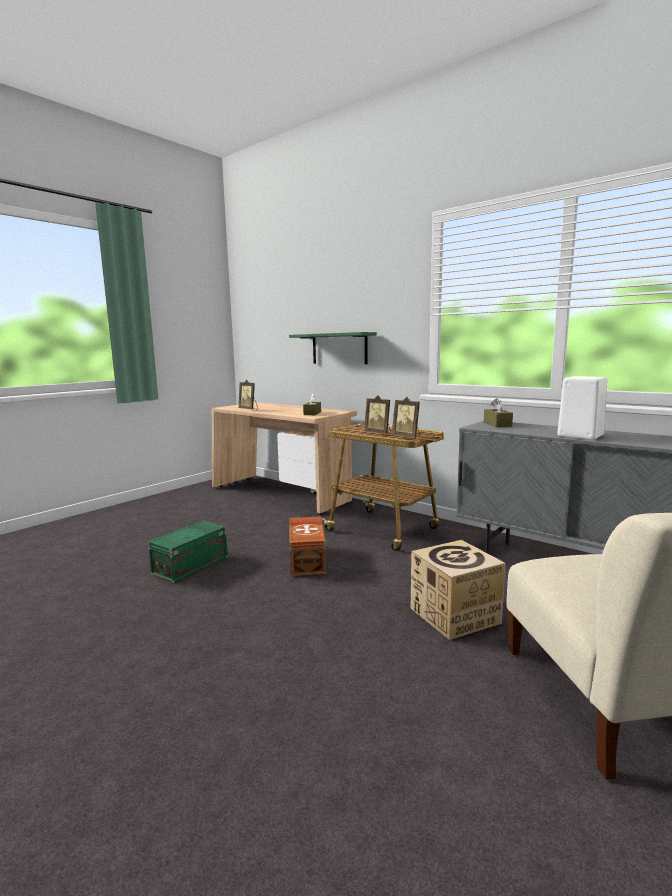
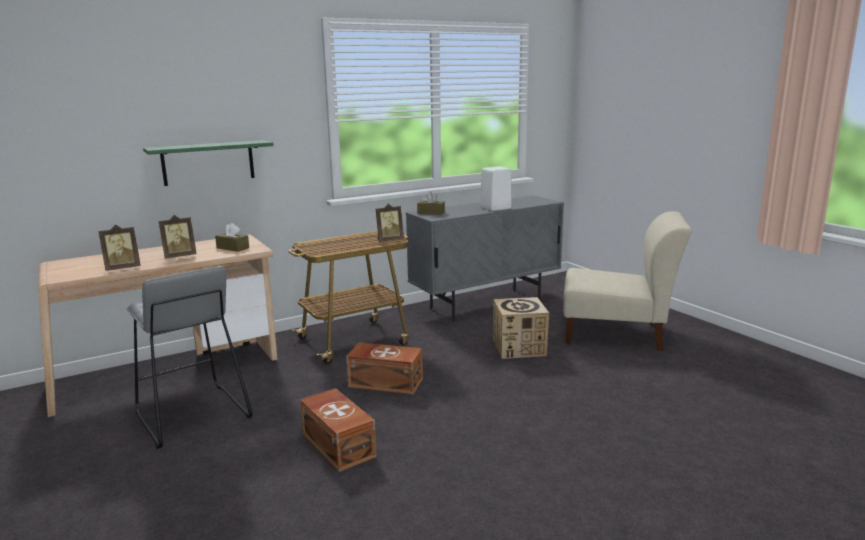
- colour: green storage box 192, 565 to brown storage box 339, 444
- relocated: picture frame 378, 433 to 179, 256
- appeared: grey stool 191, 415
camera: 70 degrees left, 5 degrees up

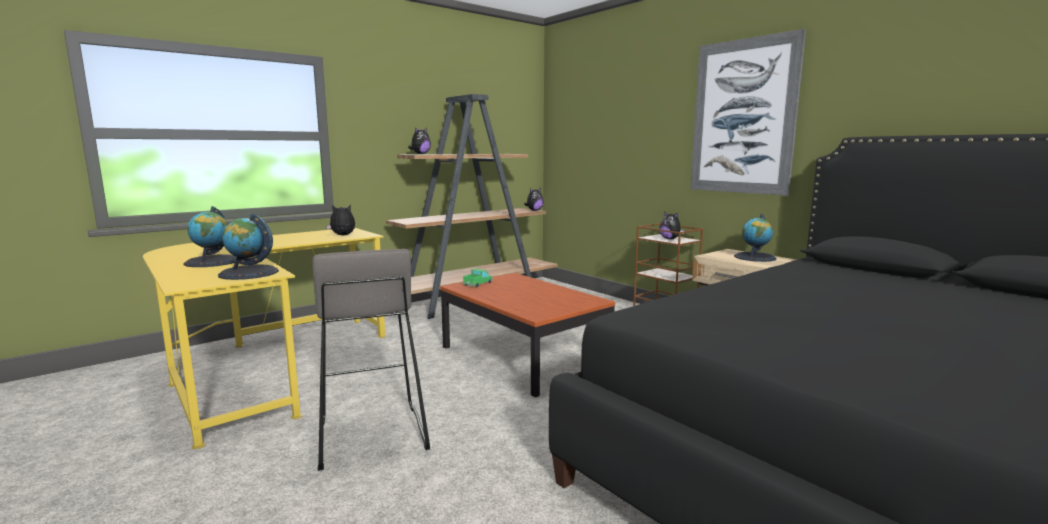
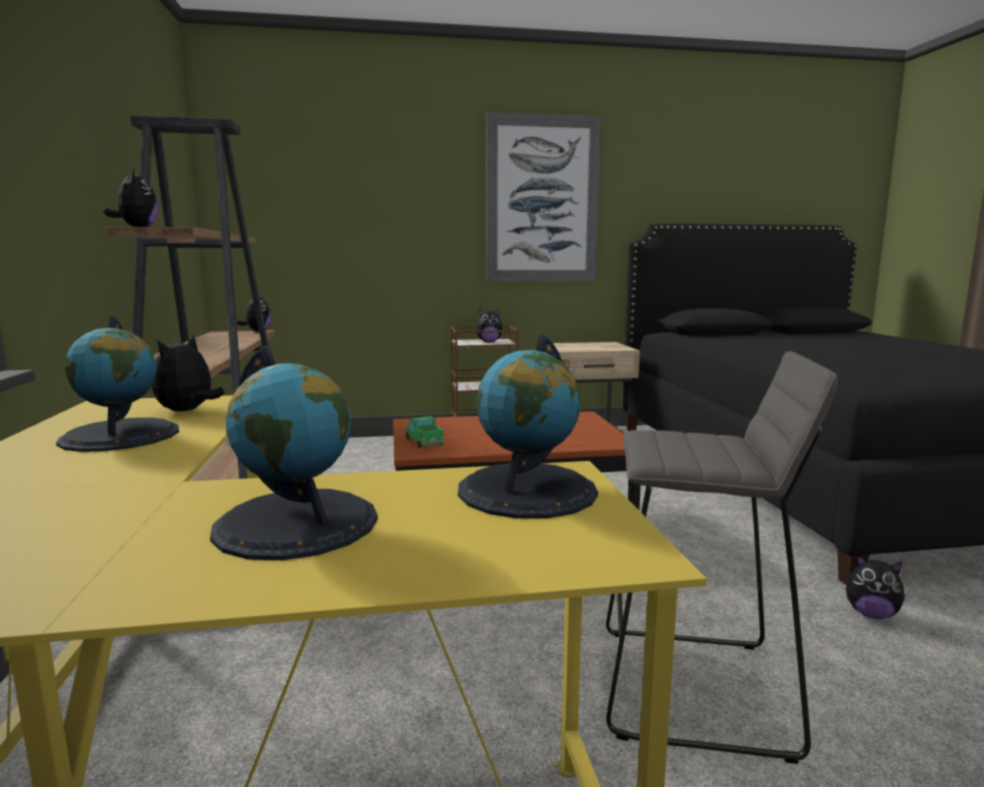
- relocated: globe 755, 257 to 121, 435
- appeared: plush toy 871, 614
camera: 60 degrees left, 0 degrees up

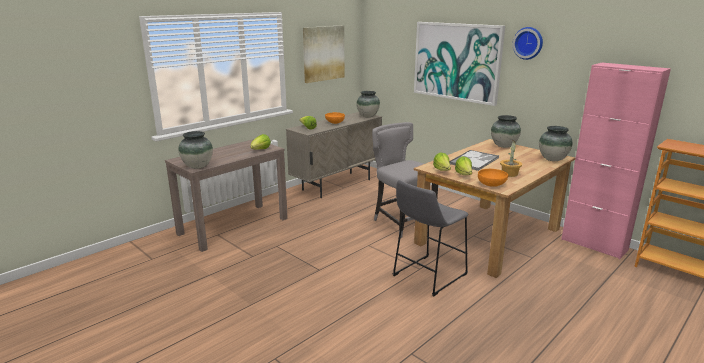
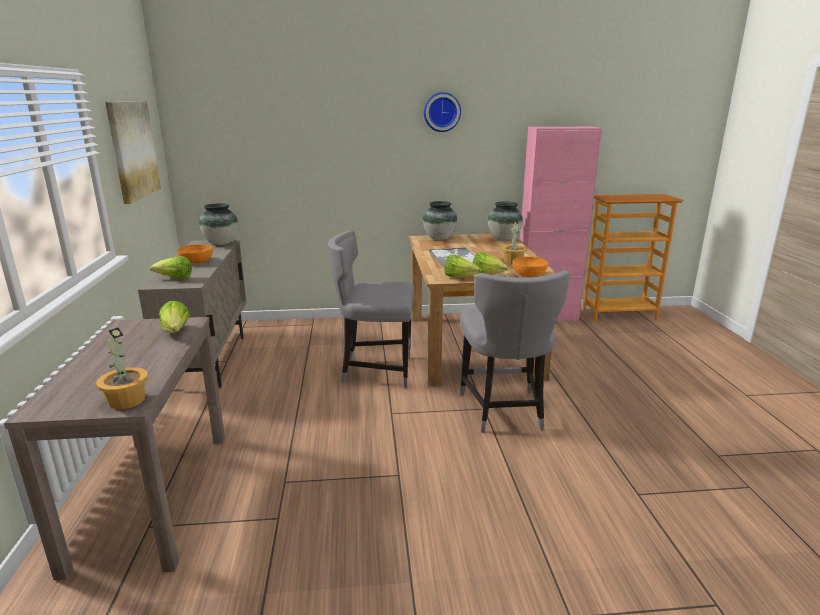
- exchanged: vase 198, 166 to potted plant 126, 400
- exchanged: grey stool 427, 276 to grey chair 503, 412
- missing: picture 456, 61
camera: 50 degrees left, 0 degrees up

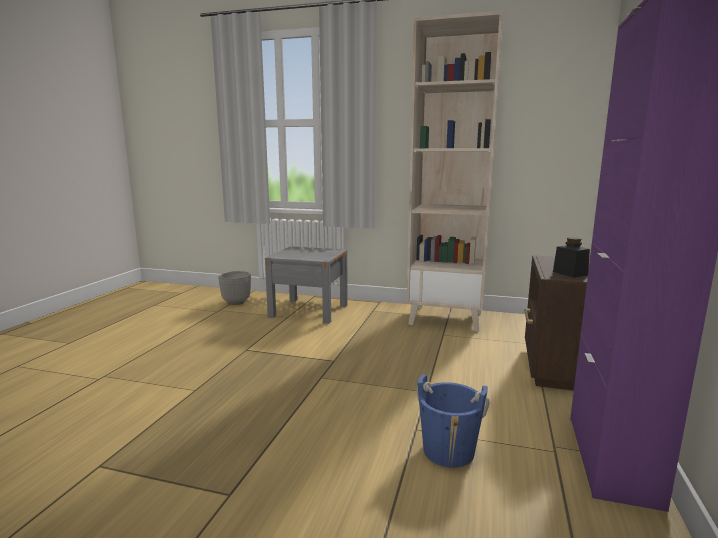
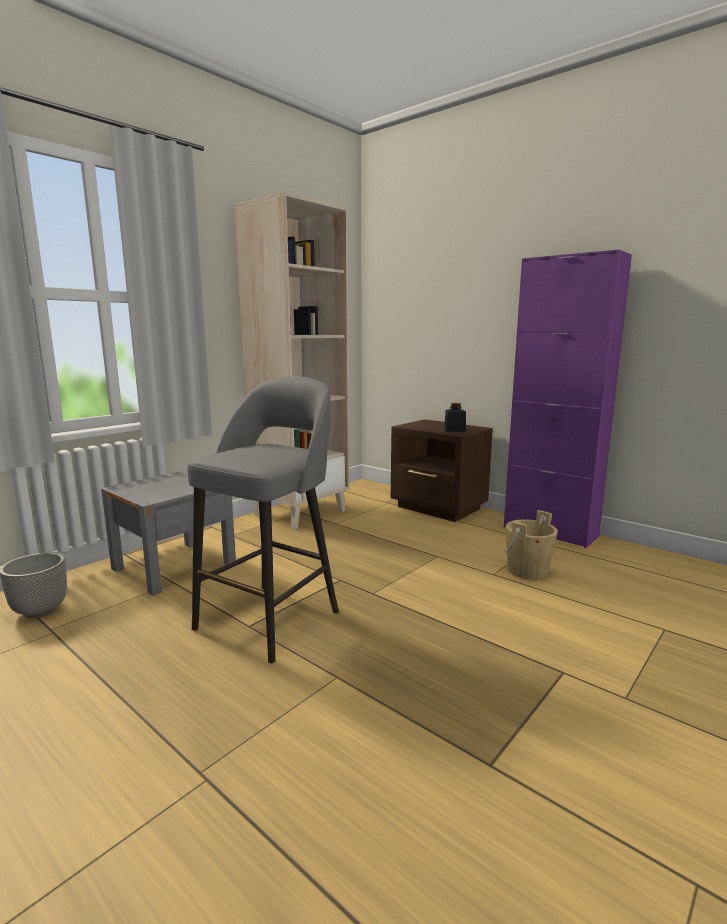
- colour: blue bucket 448, 451 to beige bucket 527, 571
- appeared: grey stool 271, 618
camera: 65 degrees left, 0 degrees up

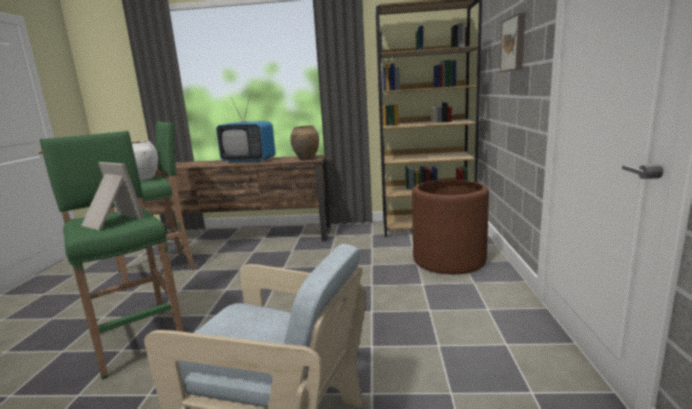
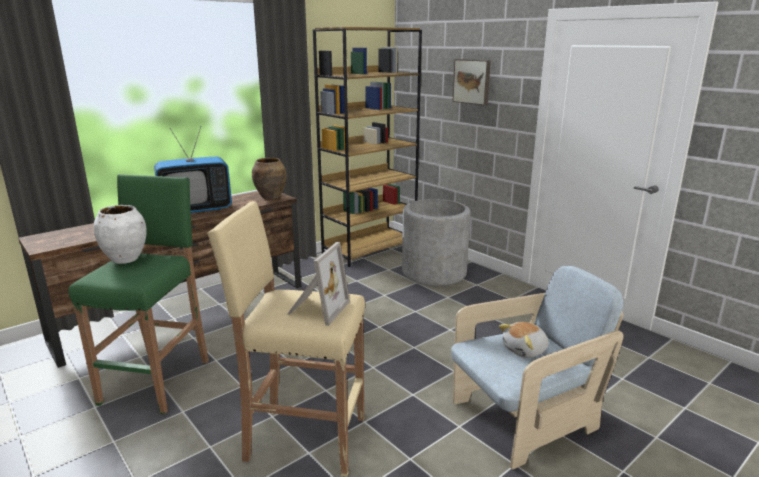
- colour: green stool 137, 339 to beige stool 303, 438
- spun: picture frame 110, 221 = 316, 309 120 degrees clockwise
- colour: brown planter 449, 260 to grey planter 434, 272
- appeared: plush toy 525, 350
camera: 45 degrees left, 5 degrees up

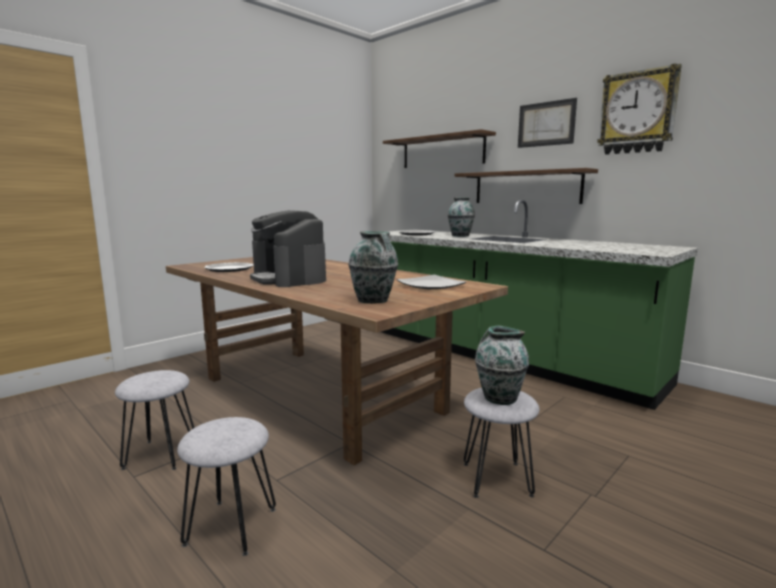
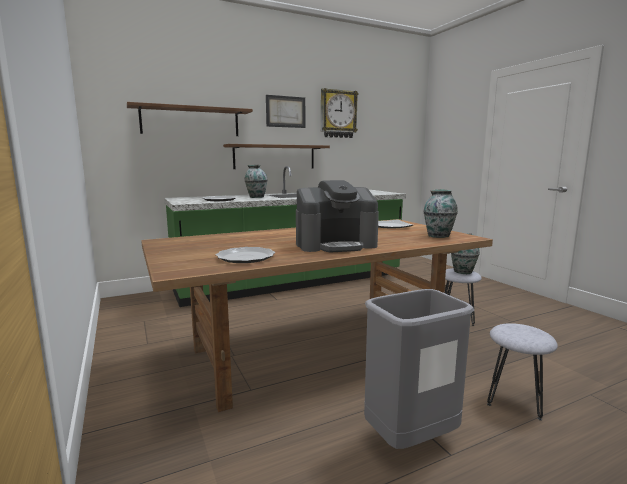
- exchanged: grey stool 160, 454 to grey trash can 410, 440
camera: 70 degrees left, 0 degrees up

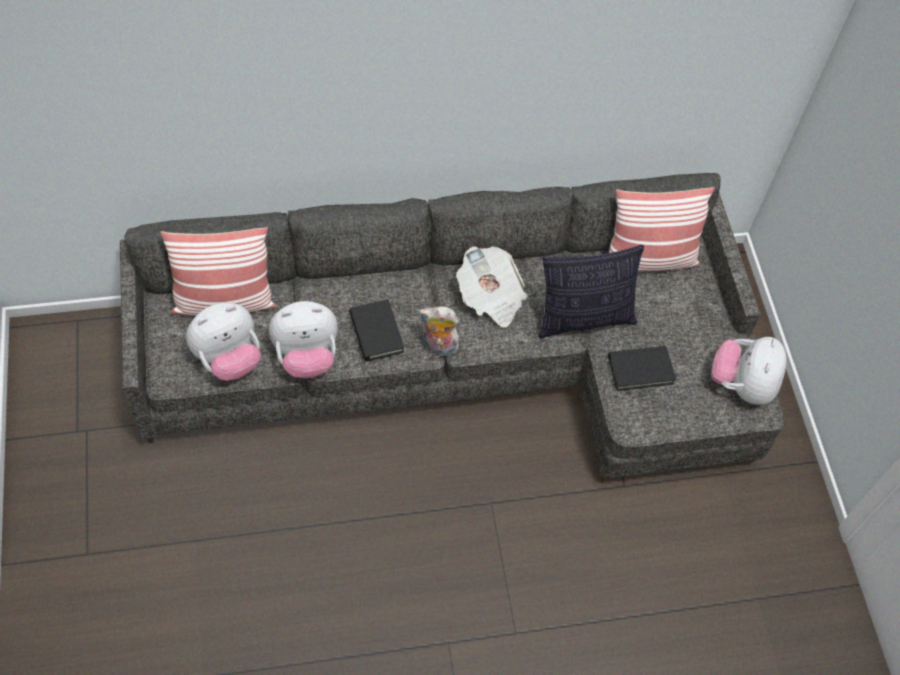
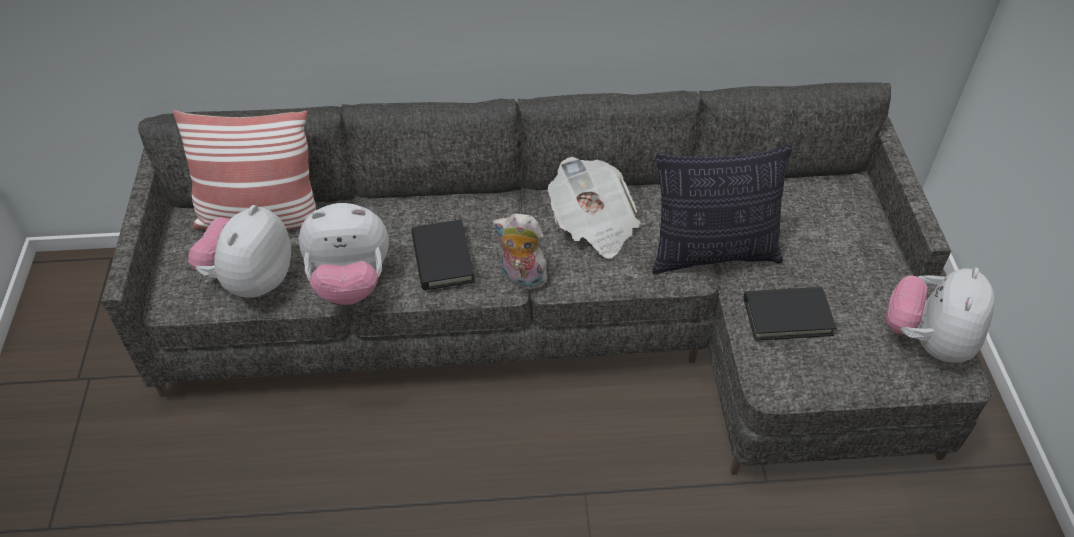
- spun: plush toy 228, 358 = 251, 280 135 degrees clockwise
- missing: pillow 649, 259
camera: 10 degrees right, 10 degrees down

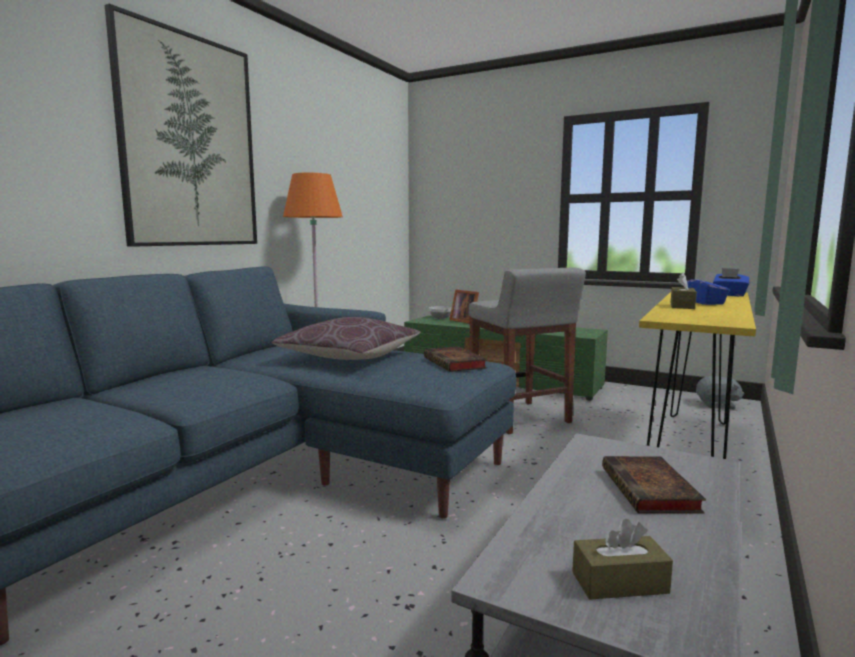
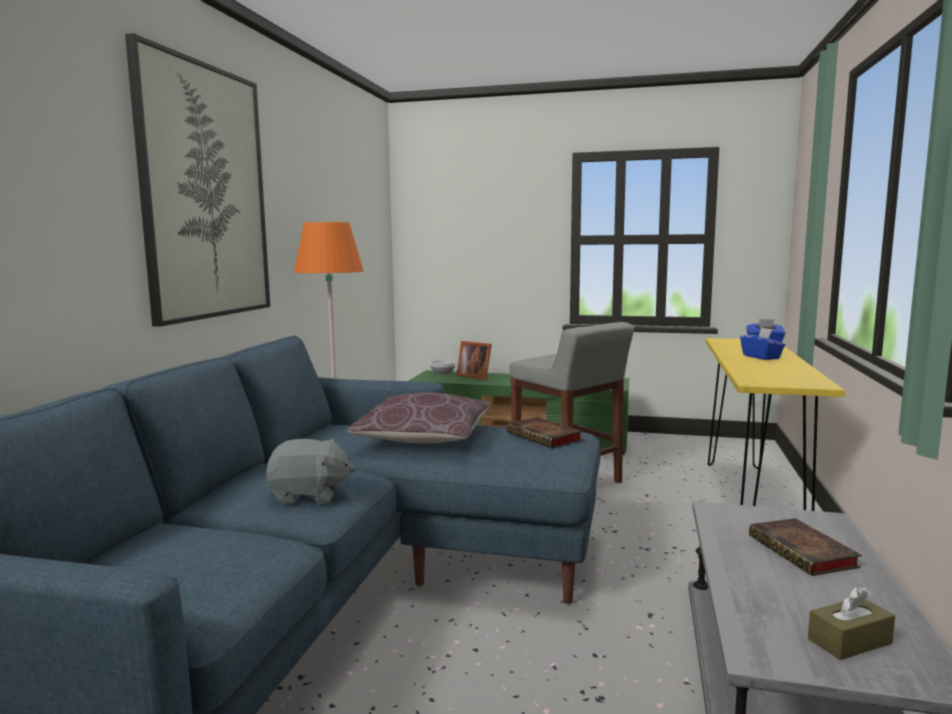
- missing: brown tissue box 682, 306
- relocated: grey plush toy 717, 405 to 309, 495
camera: 15 degrees left, 0 degrees up

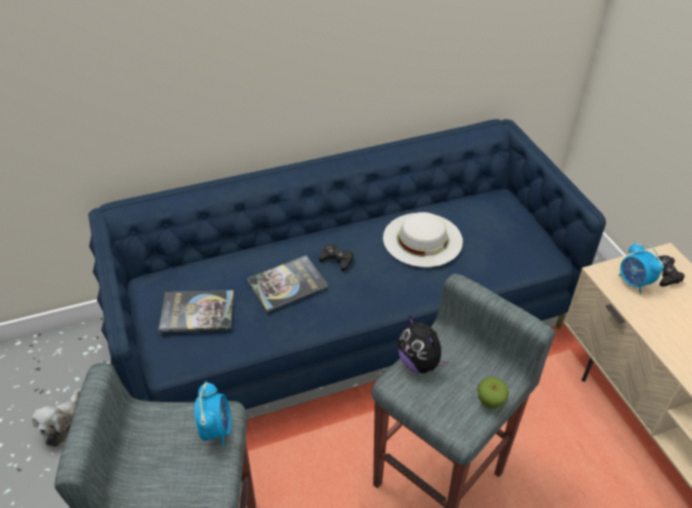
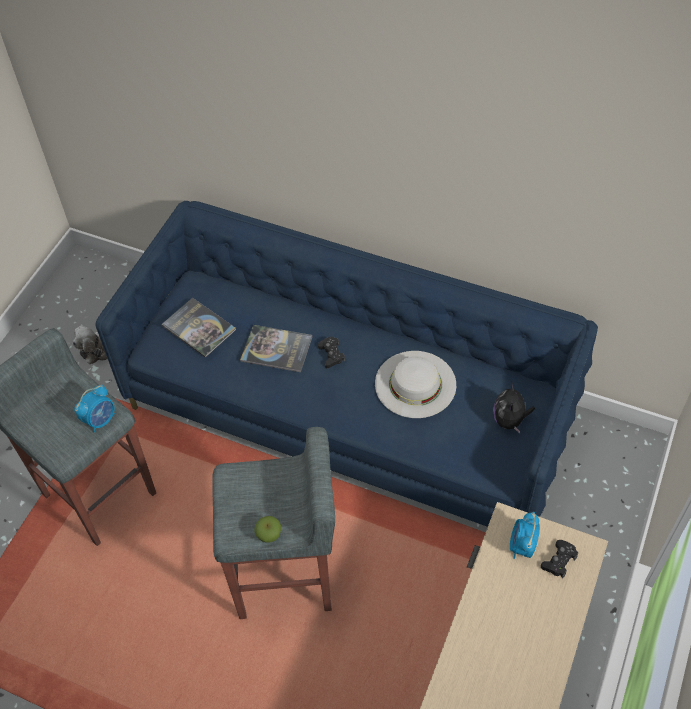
- relocated: plush toy 420, 363 to 509, 420
camera: 45 degrees right, 10 degrees up

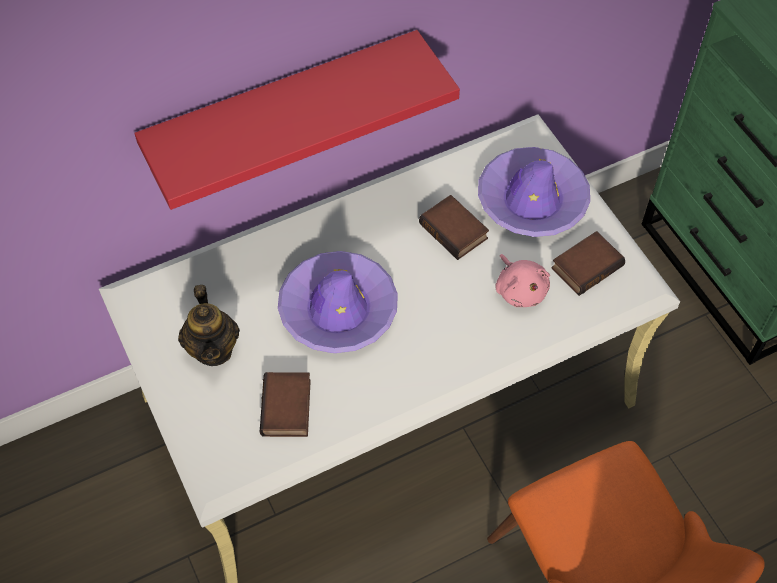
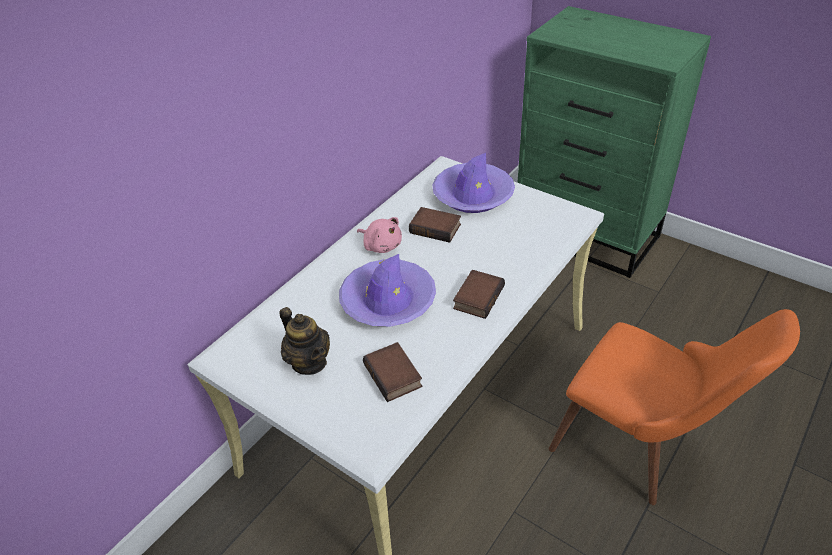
- missing: red shelf 283, 106
- relocated: pink plush toy 520, 289 to 381, 245
- relocated: book 586, 265 to 477, 297
camera: 25 degrees left, 15 degrees down

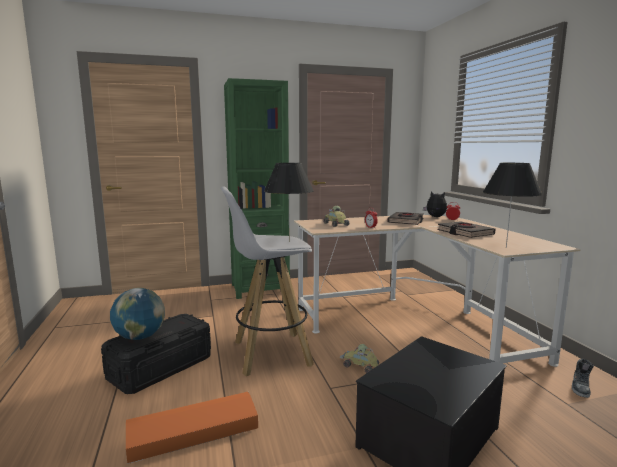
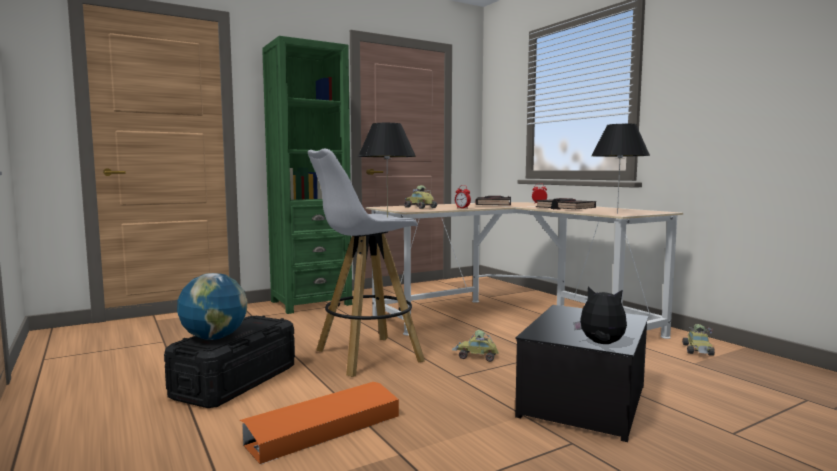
- relocated: plush toy 435, 217 to 601, 344
- exchanged: shoe 581, 387 to toy car 698, 350
camera: 15 degrees left, 5 degrees down

